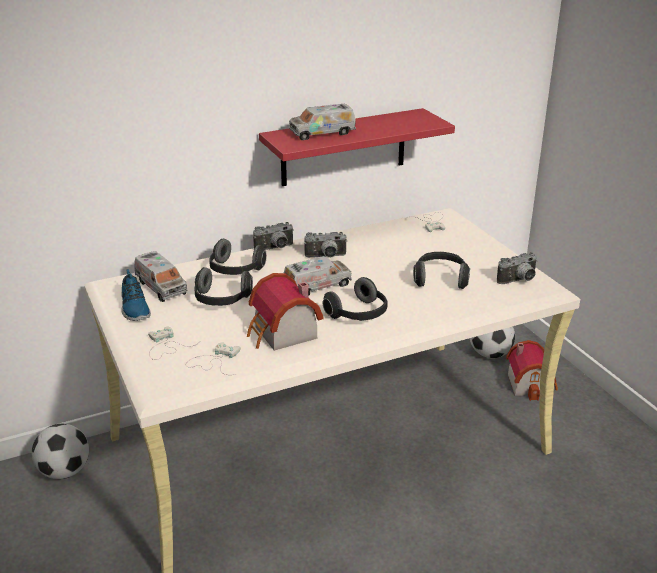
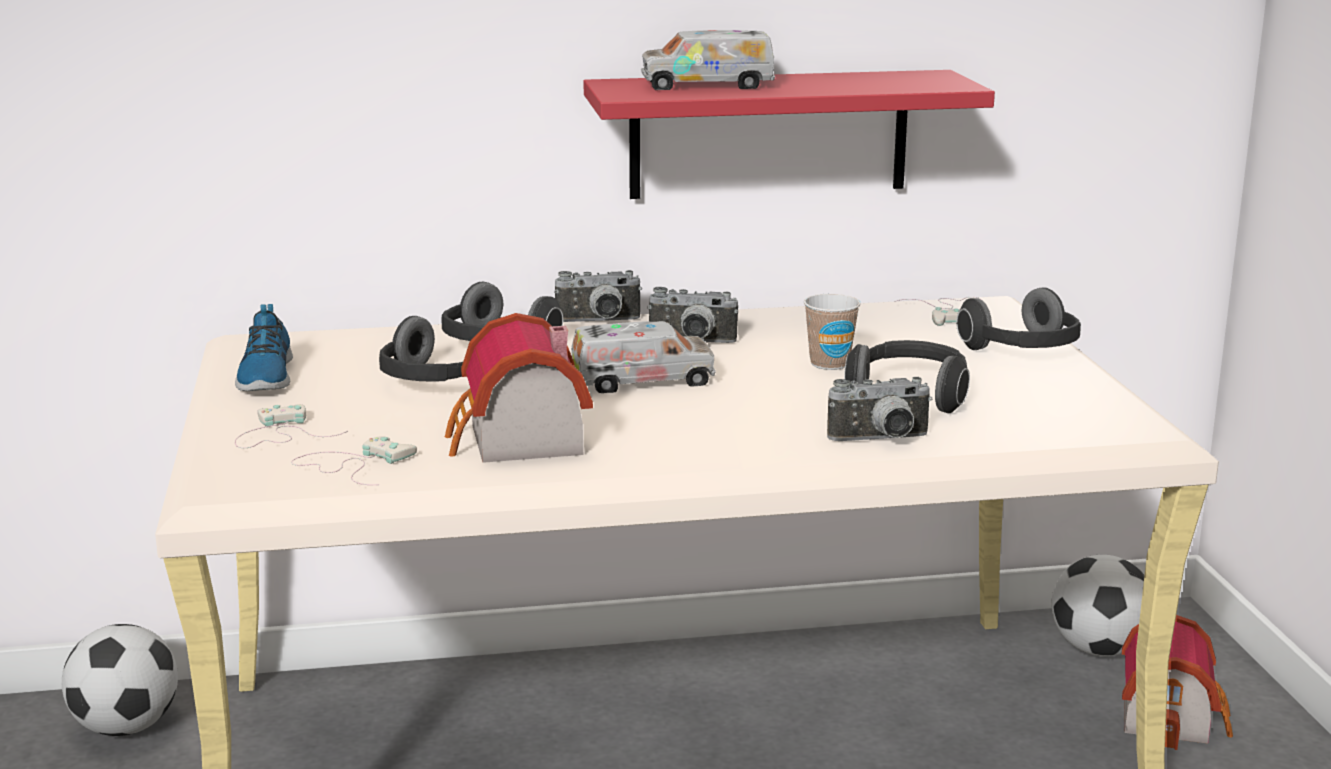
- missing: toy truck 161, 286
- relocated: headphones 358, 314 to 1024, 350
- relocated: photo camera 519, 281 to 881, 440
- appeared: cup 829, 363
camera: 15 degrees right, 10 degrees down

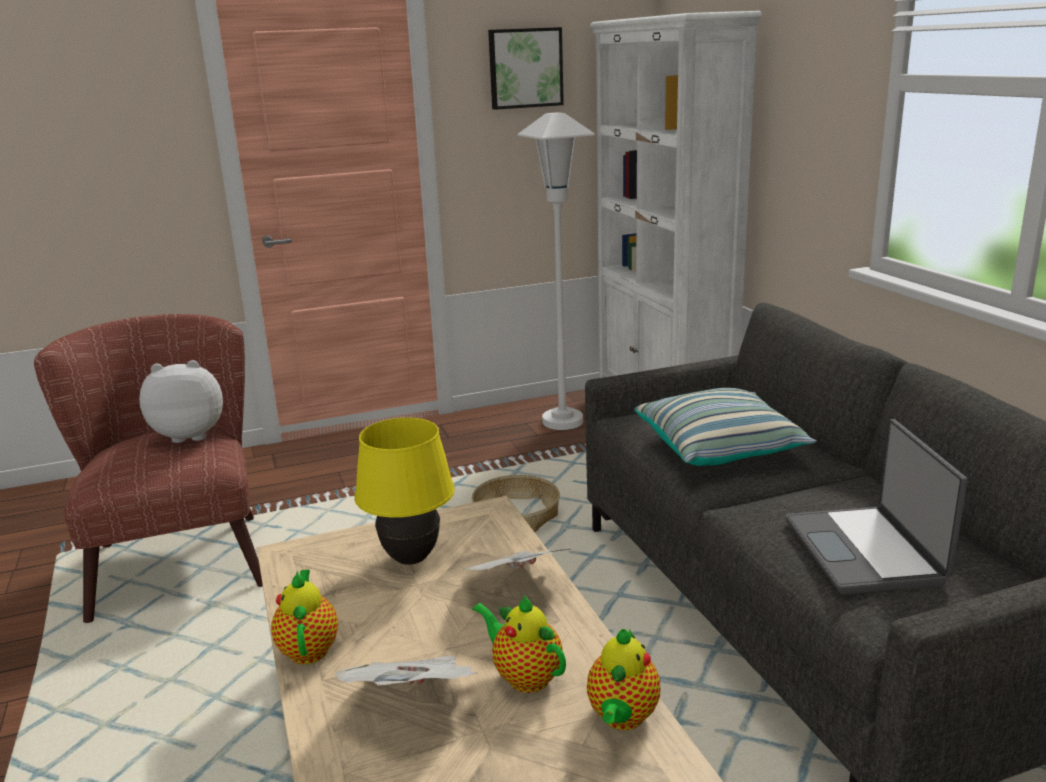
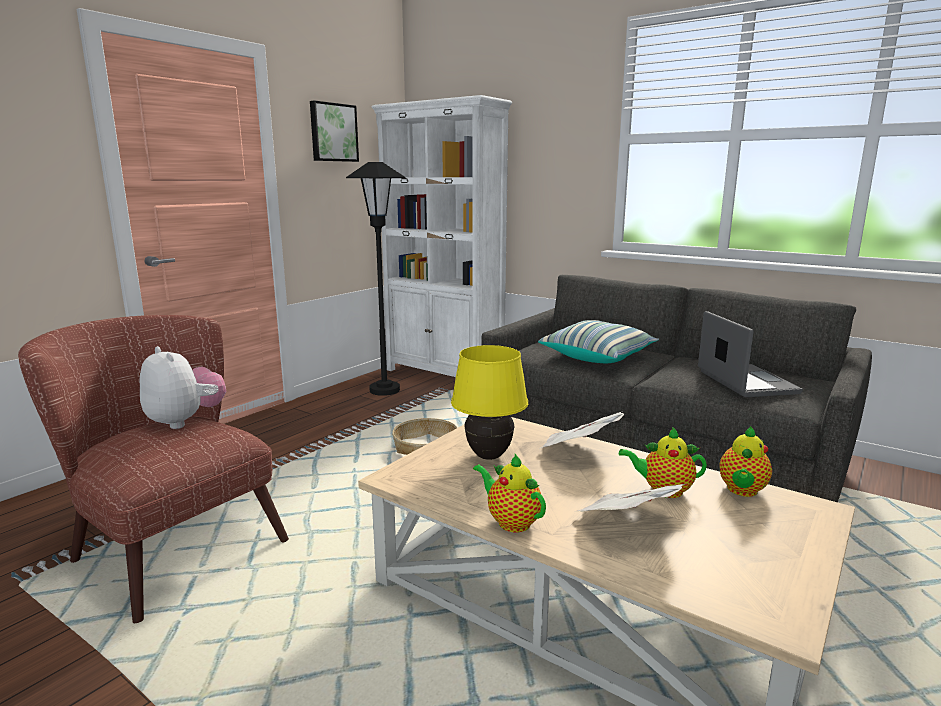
- spun: plush toy 191, 434 = 185, 421 90 degrees clockwise
- colour: white floor lamp 562, 421 to black floor lamp 384, 390
- spun: teapot 622, 718 = 742, 491 45 degrees clockwise
- spun: laptop 866, 551 = 744, 382 150 degrees counterclockwise
camera: 35 degrees left, 5 degrees down

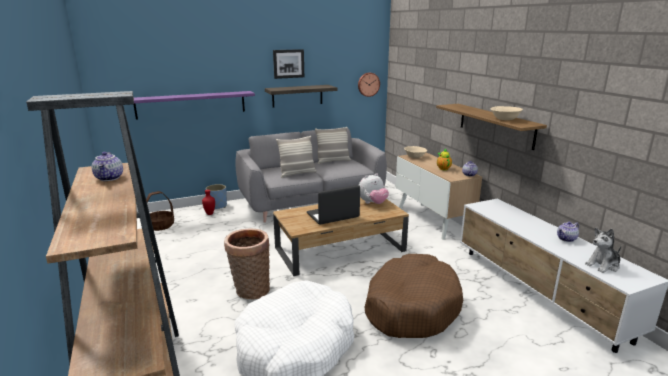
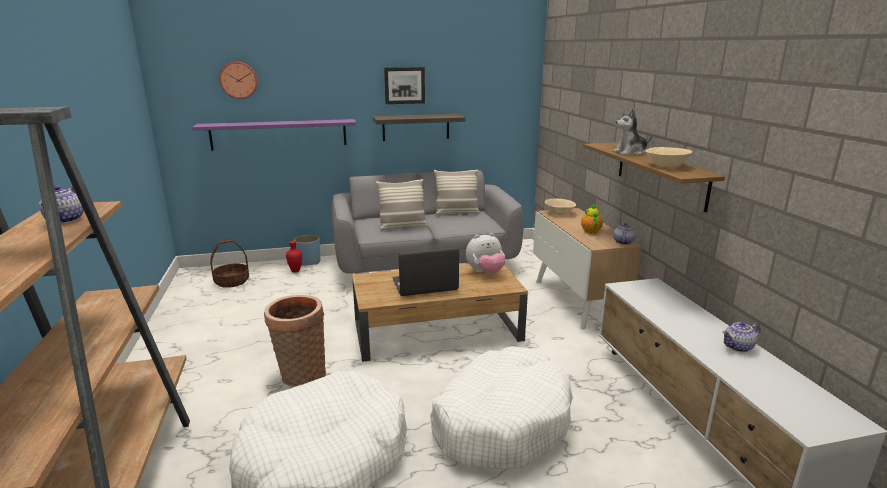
- relocated: wall clock 368, 84 to 239, 80
- colour: brown dog bed 411, 307 to white dog bed 501, 421
- relocated: plush toy 603, 265 to 630, 153
camera: 10 degrees right, 0 degrees up

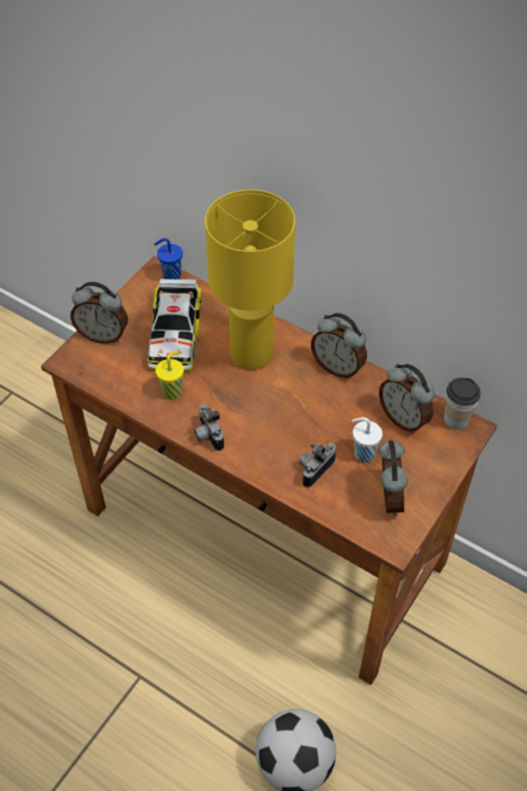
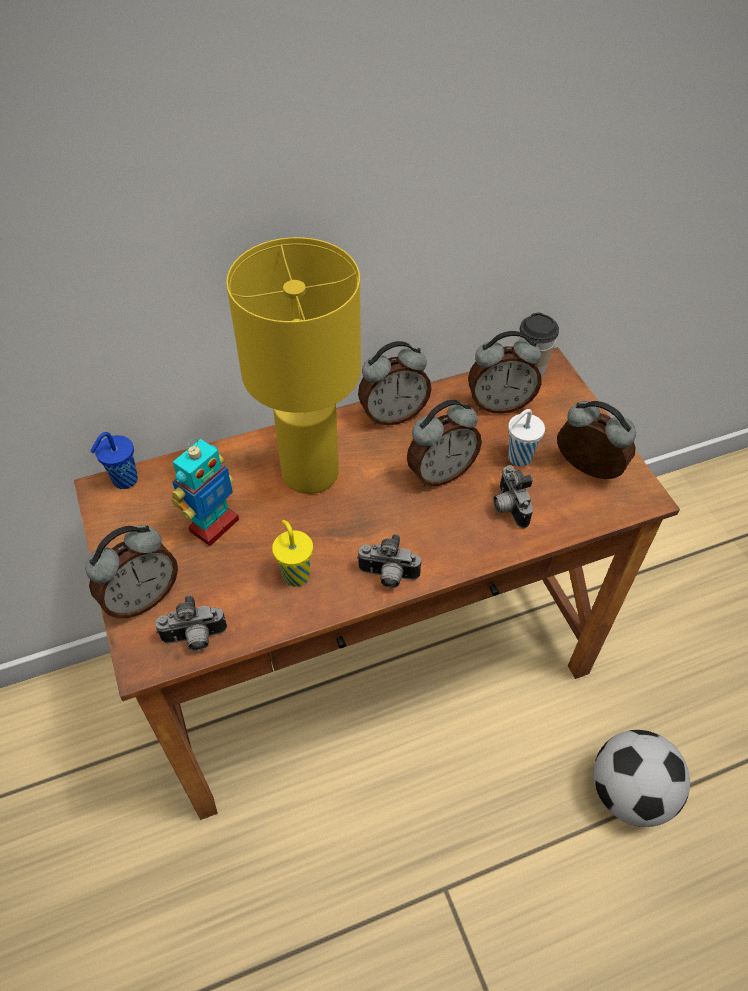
- exchanged: toy car 175, 334 to toy robot 213, 525
- appeared: photo camera 195, 639
- appeared: alarm clock 440, 472
camera: 55 degrees left, 0 degrees up

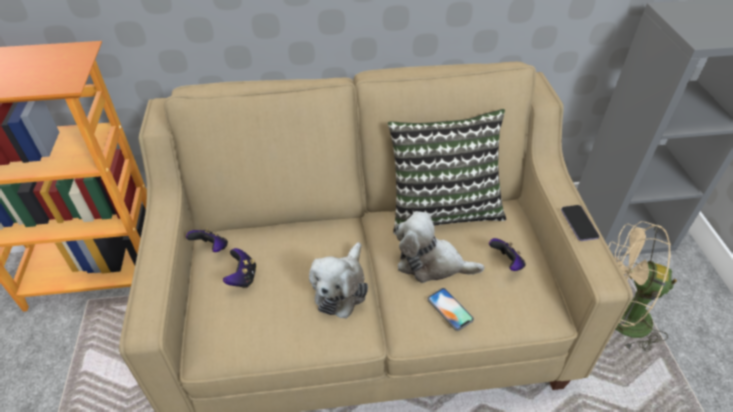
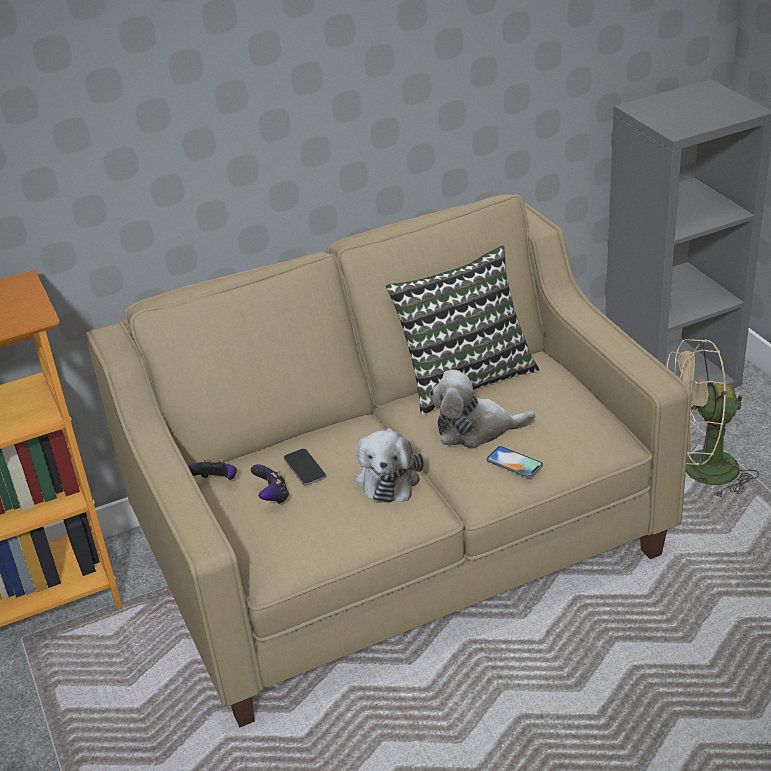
- missing: game controller 506, 263
- relocated: phone 579, 224 to 305, 468
camera: 15 degrees left, 10 degrees down

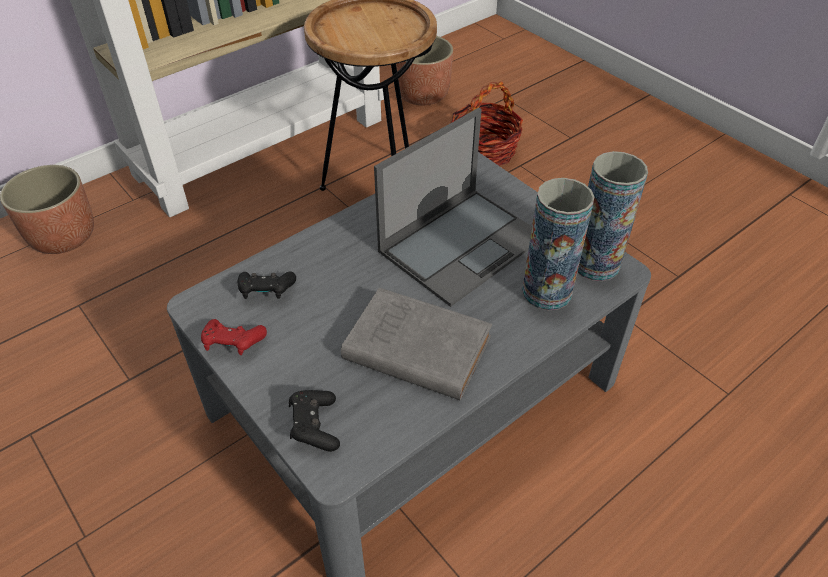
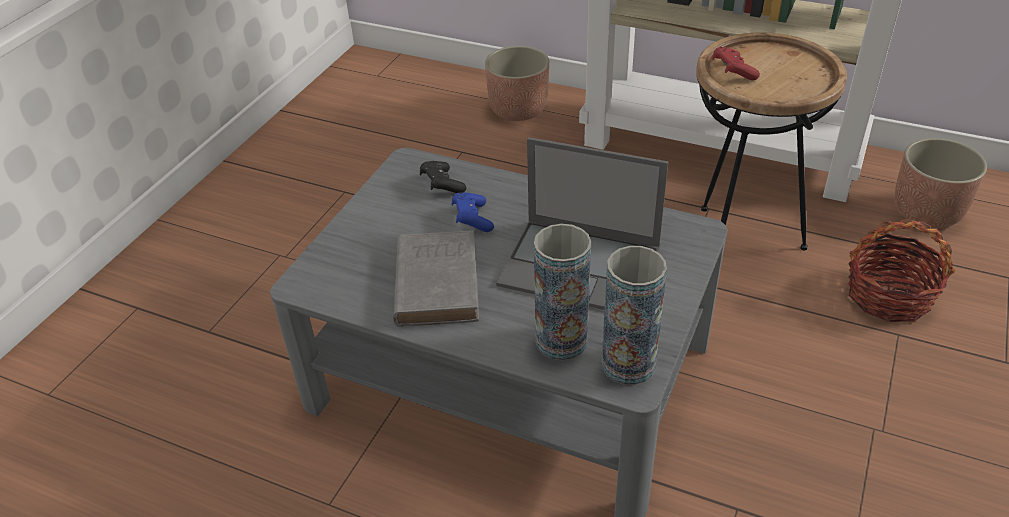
- relocated: red game controller 233, 344 to 732, 72
- missing: black game controller 314, 426
- appeared: blue game controller 472, 219
camera: 65 degrees right, 5 degrees down

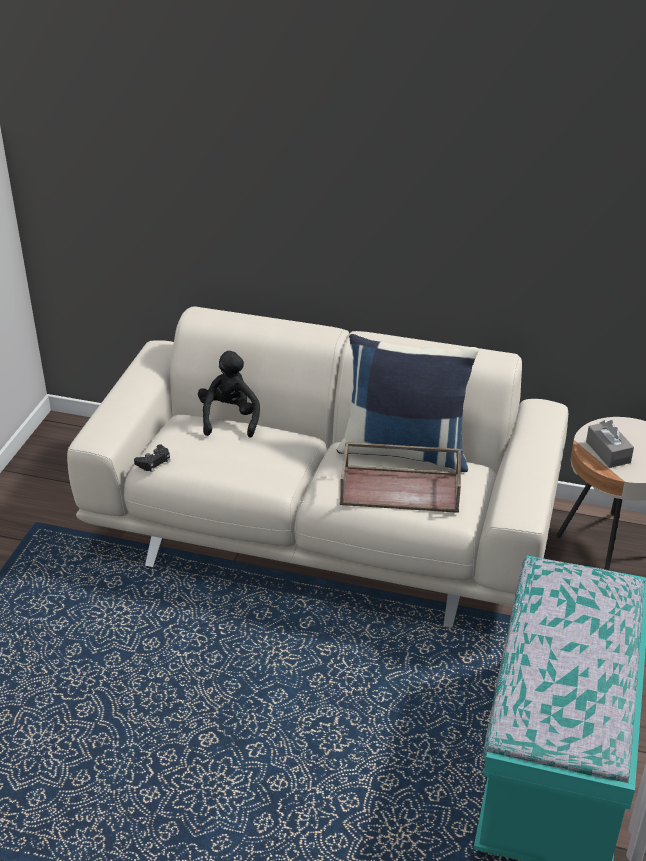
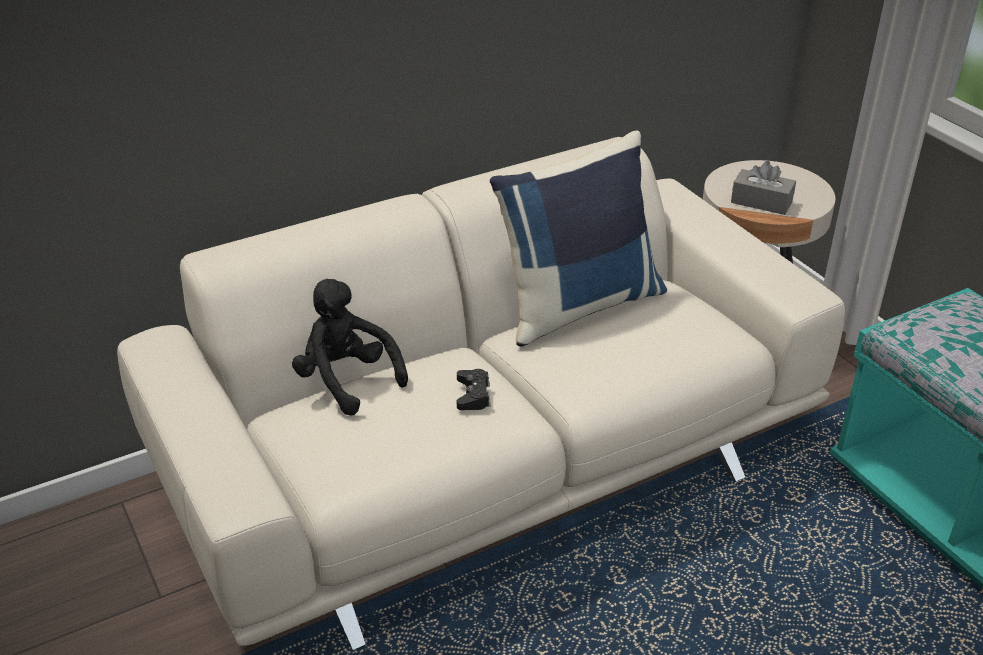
- relocated: black game controller 154, 461 to 473, 395
- missing: brown tray 401, 488
camera: 45 degrees left, 0 degrees up

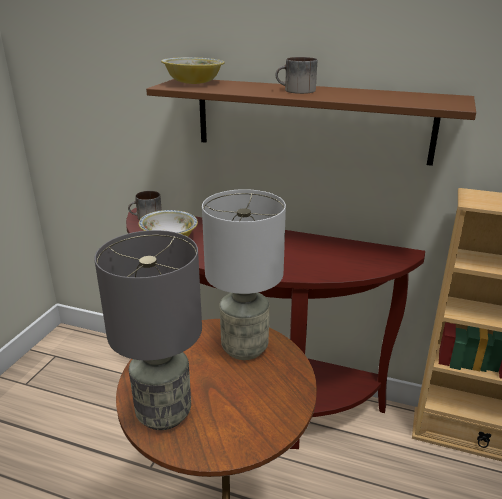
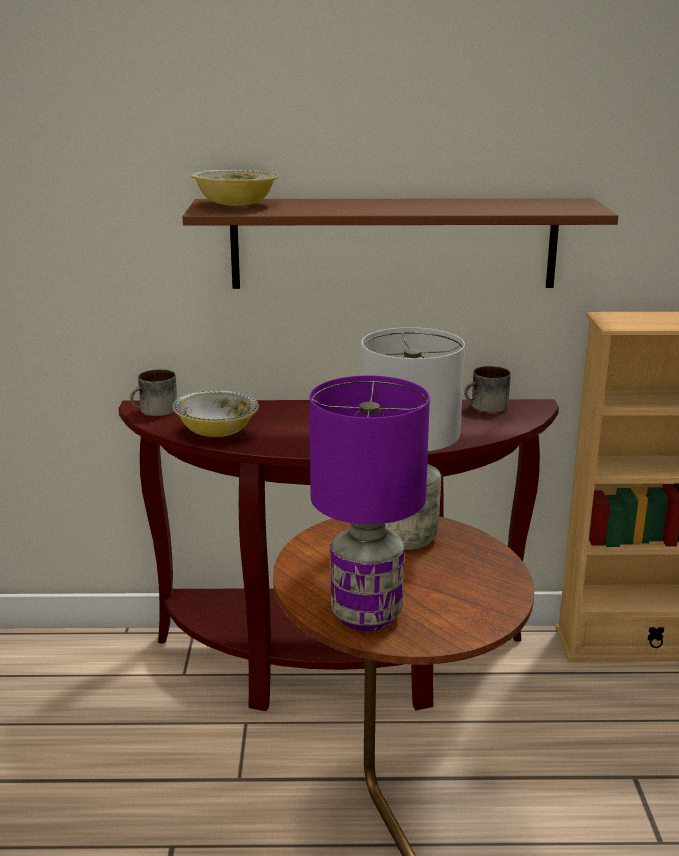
- colour: grey table lamp 163, 414 to purple table lamp 367, 616
- relocated: mug 296, 91 to 486, 407
camera: 20 degrees left, 5 degrees down

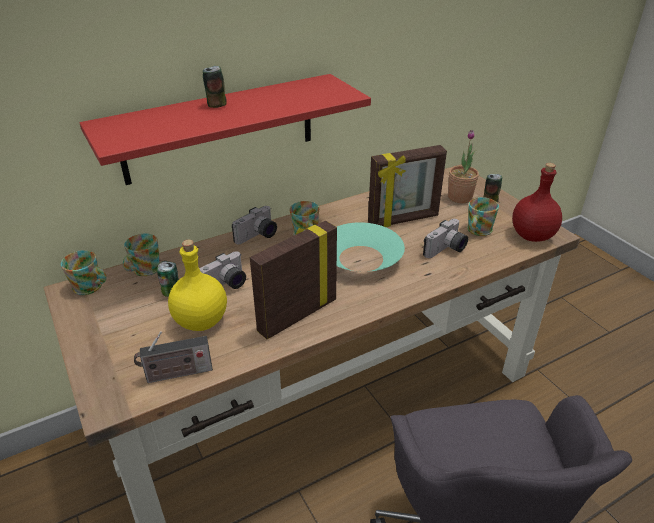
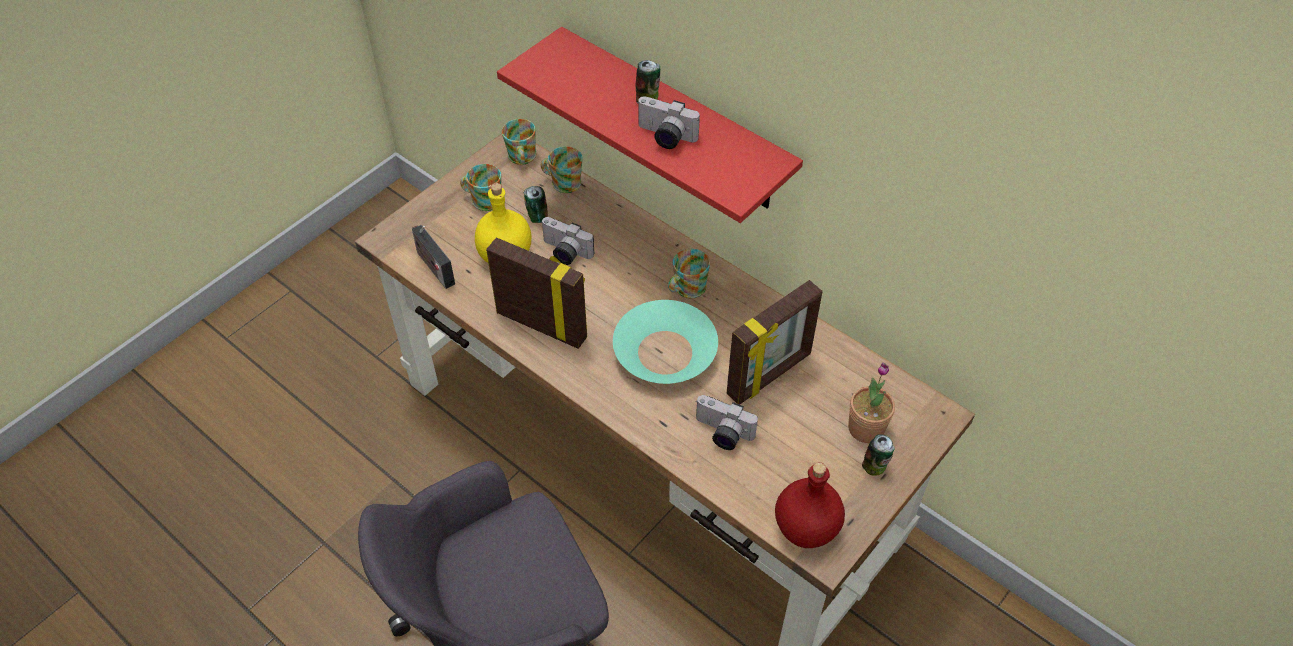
- relocated: photo camera 258, 236 to 664, 137
- spun: picture frame 403, 220 = 770, 375 90 degrees counterclockwise
- relocated: mug 477, 231 to 483, 199
camera: 70 degrees right, 15 degrees up

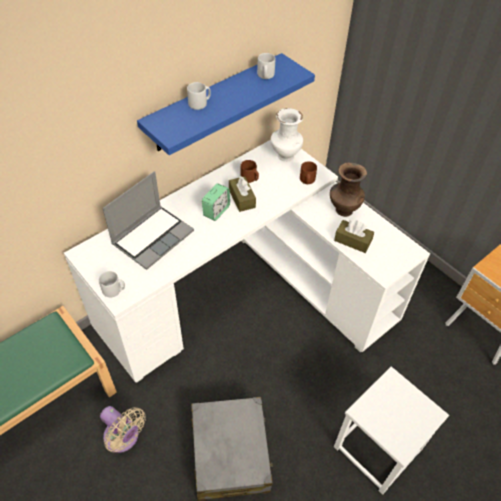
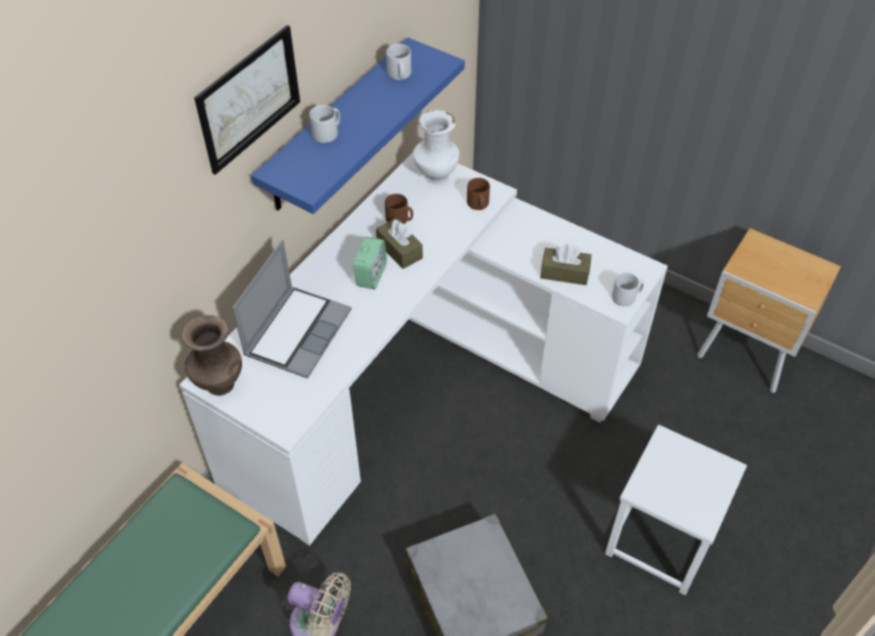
- relocated: grey mug 114, 290 to 626, 297
- relocated: brown vase 343, 210 to 219, 384
- appeared: picture 249, 99
camera: 15 degrees left, 0 degrees up

